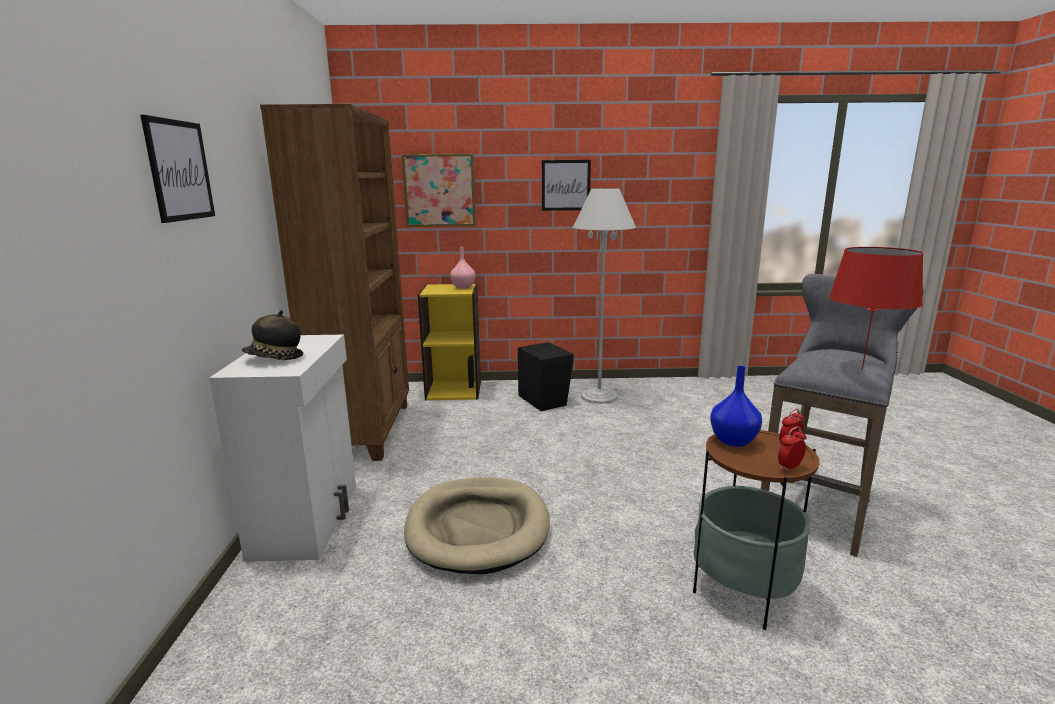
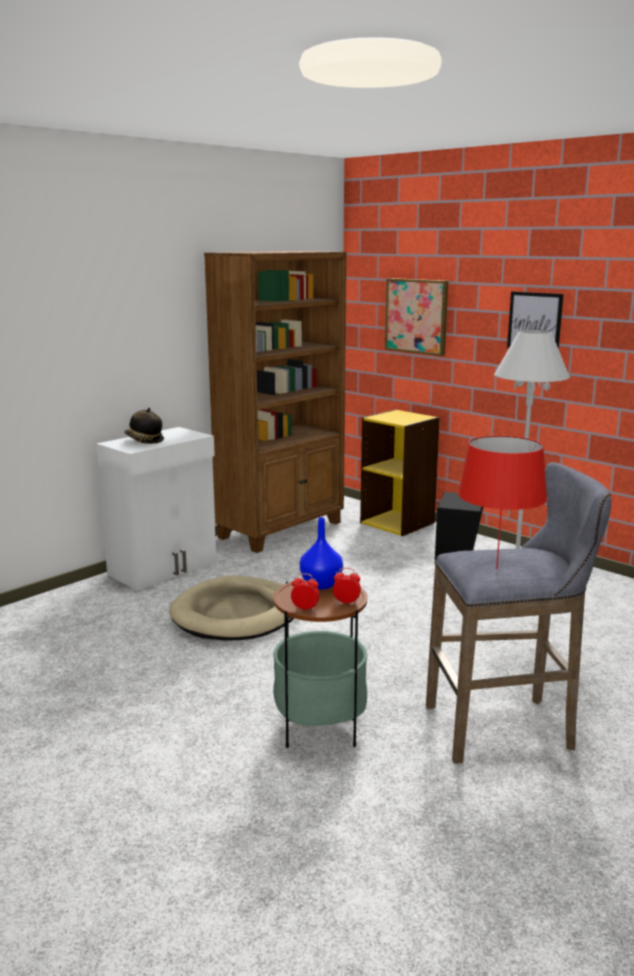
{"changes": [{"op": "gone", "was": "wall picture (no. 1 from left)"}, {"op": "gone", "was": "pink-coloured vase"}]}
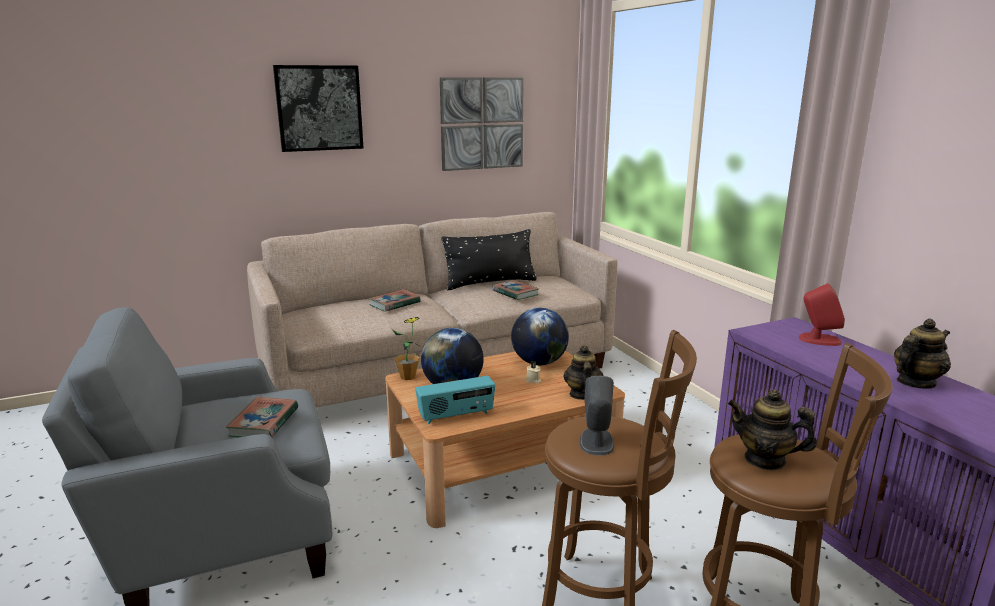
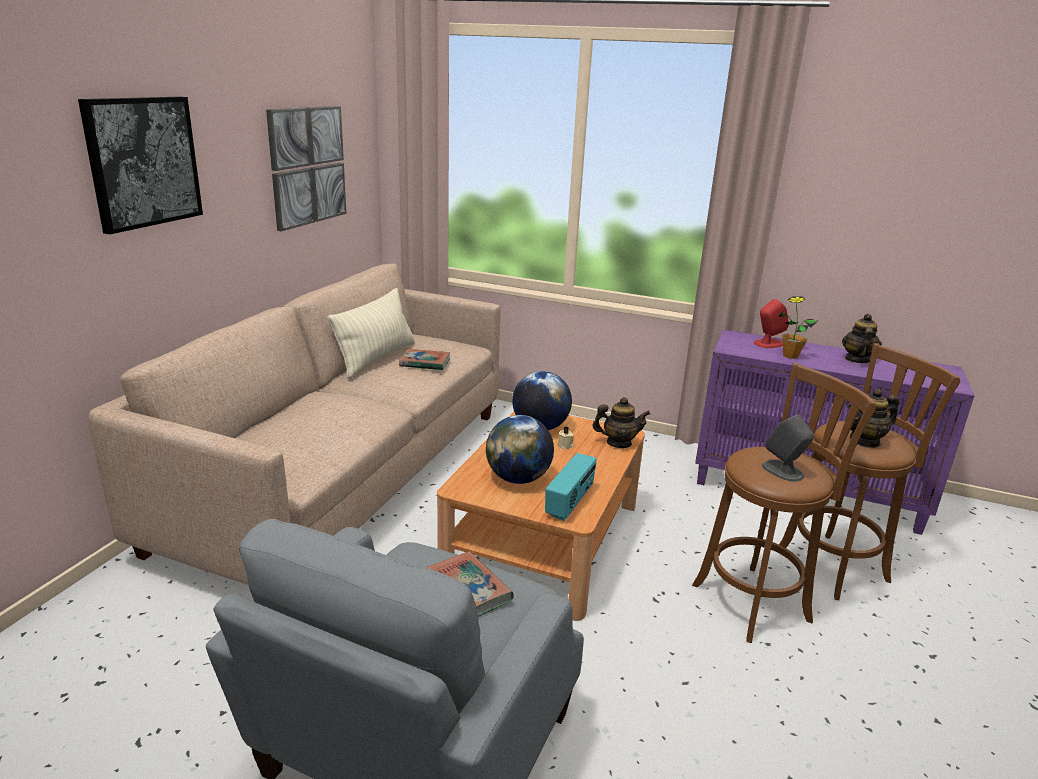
{"changes": [{"op": "repainted", "was": "black cushion", "now": "sand-coloured cushion"}, {"op": "gone", "was": "volume (no. 2 from left)"}, {"op": "shifted", "was": "potted plant"}, {"op": "rotated", "was": "tea pot (no. 1 from left)", "clockwise": 135}]}
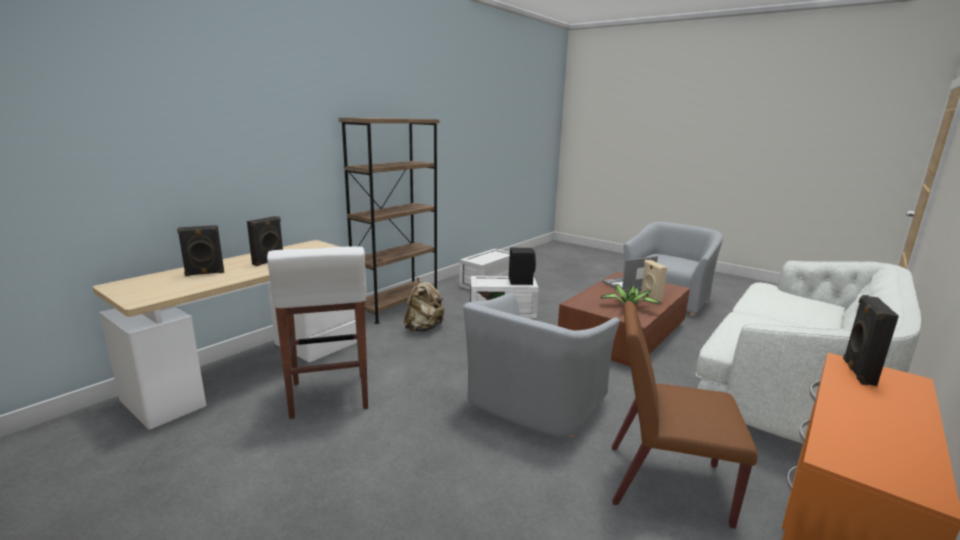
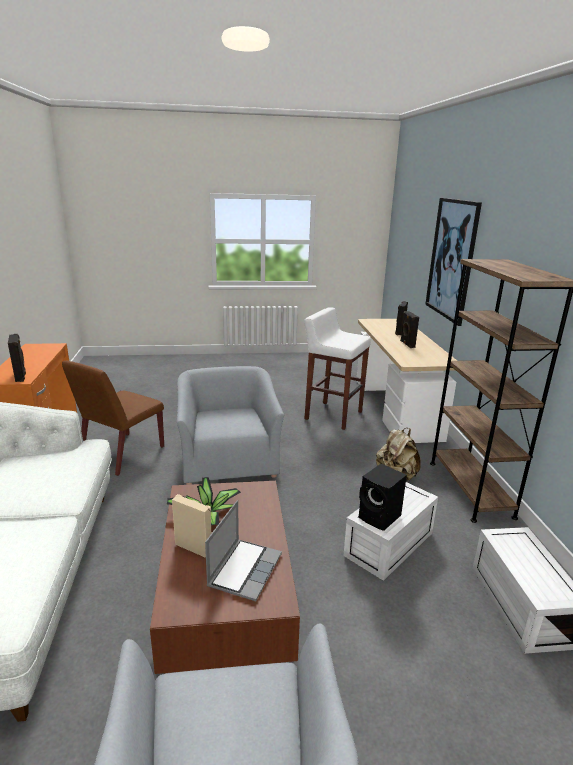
{"changes": [{"op": "rotated", "was": "brownish plain chair", "clockwise": 150}, {"op": "new", "now": "wall picture"}]}
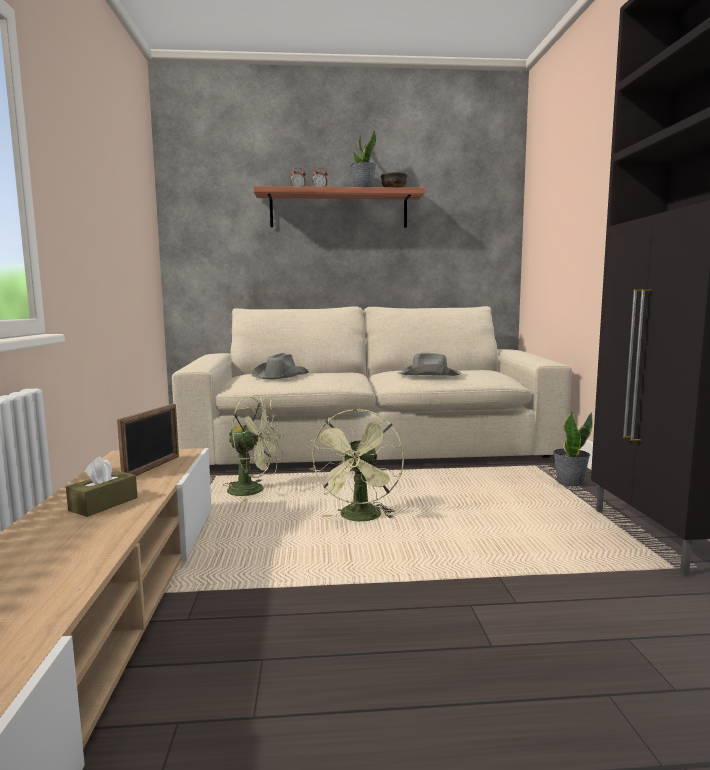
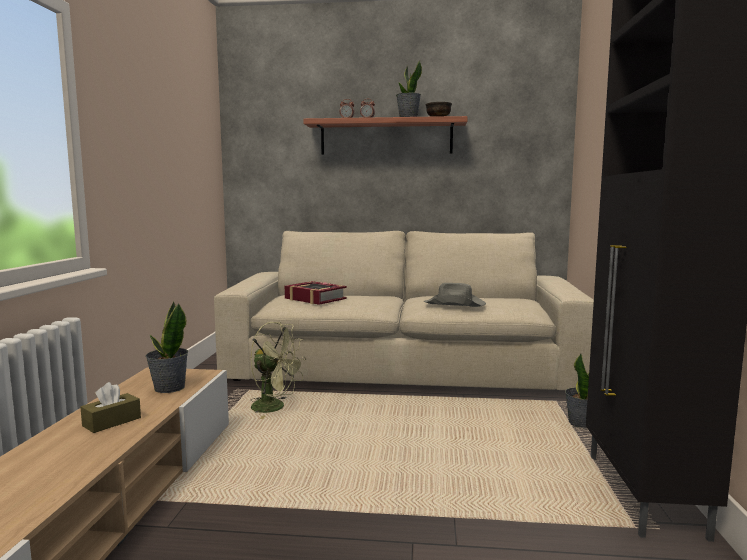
{"changes": [{"op": "swapped", "was": "greyish hat (no. 1 from left)", "now": "volume"}, {"op": "swapped", "was": "picture frame", "now": "potted plant (no. 1 from left)"}, {"op": "gone", "was": "green-coloured fan (no. 2 from left)"}]}
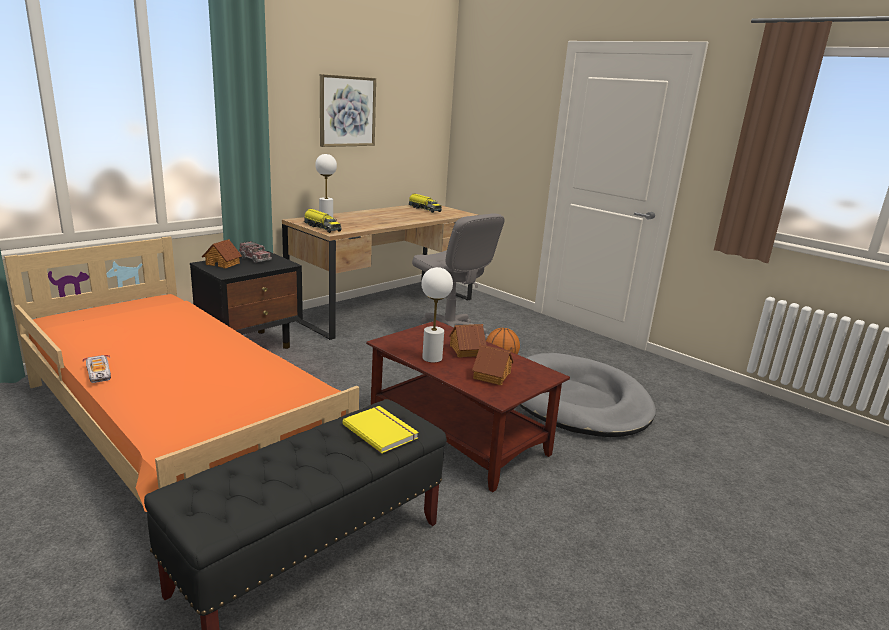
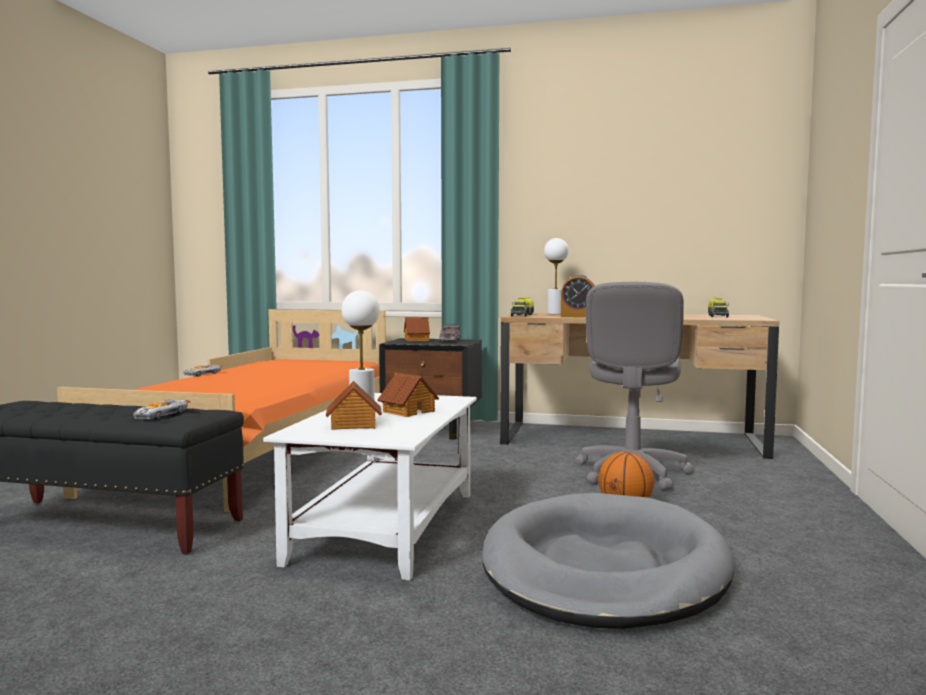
{"changes": [{"op": "gone", "was": "wall picture"}, {"op": "repainted", "was": "brownish lounge table", "now": "white-coloured lounge table"}, {"op": "swapped", "was": "yellowish volume", "now": "toy car (no. 1 from left)"}, {"op": "new", "now": "alarm clock"}]}
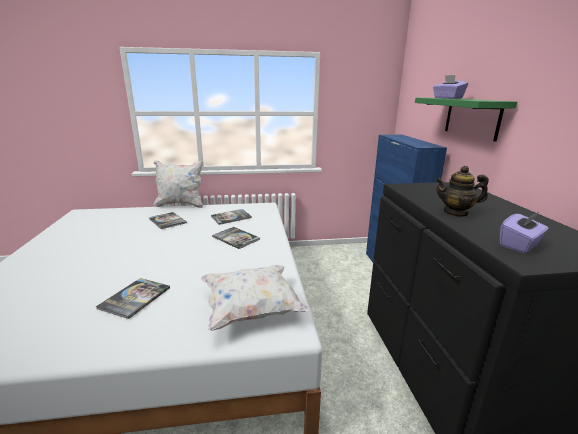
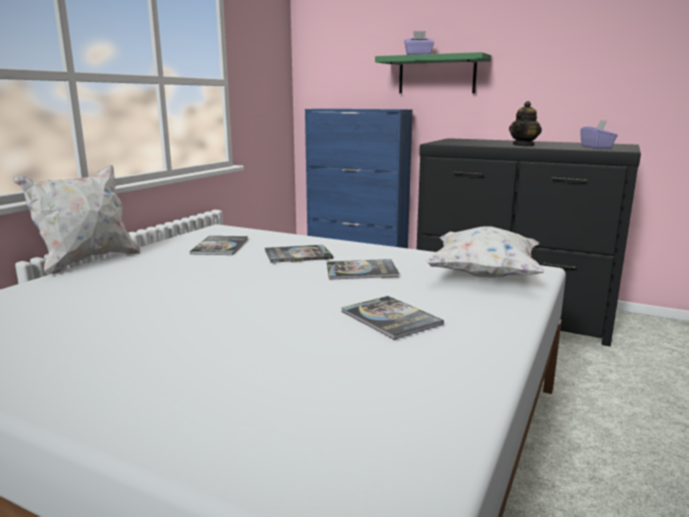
{"changes": [{"op": "shifted", "was": "volume (no. 2 from left in the first image)", "now": "volume (no. 3 from left)"}]}
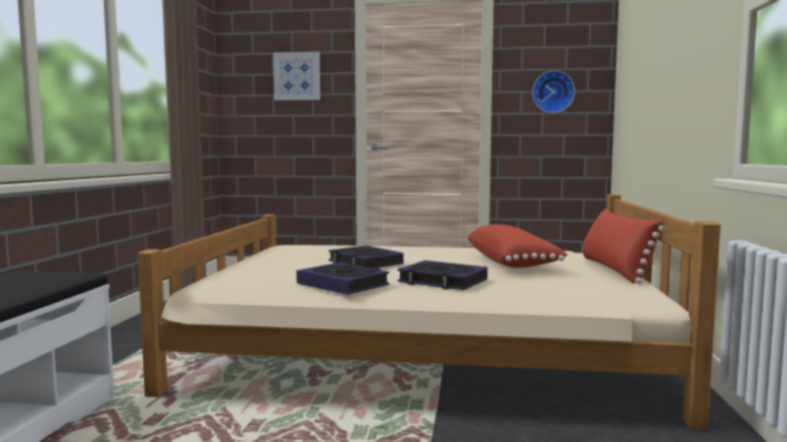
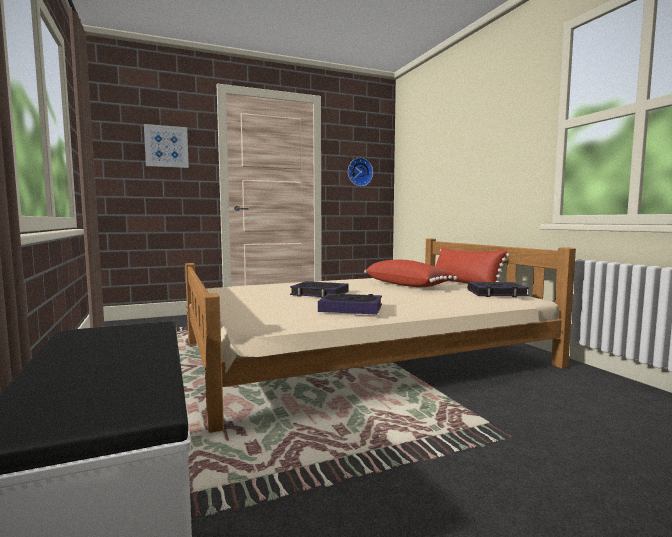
{"changes": [{"op": "shifted", "was": "volume (no. 3 from left)"}]}
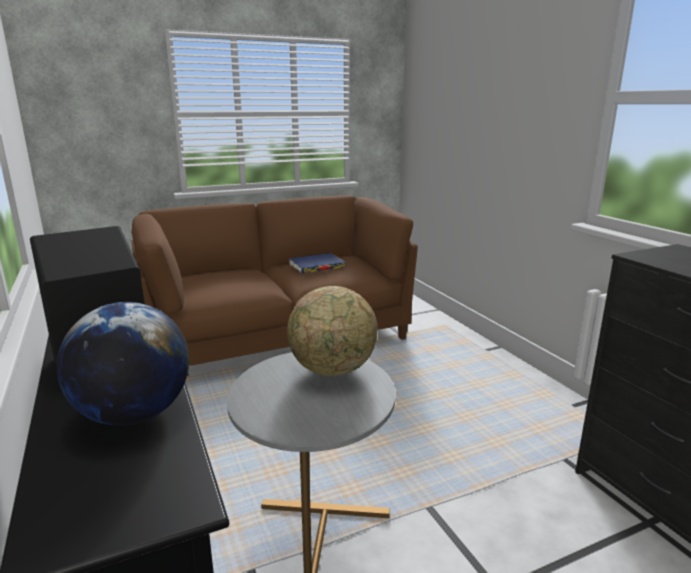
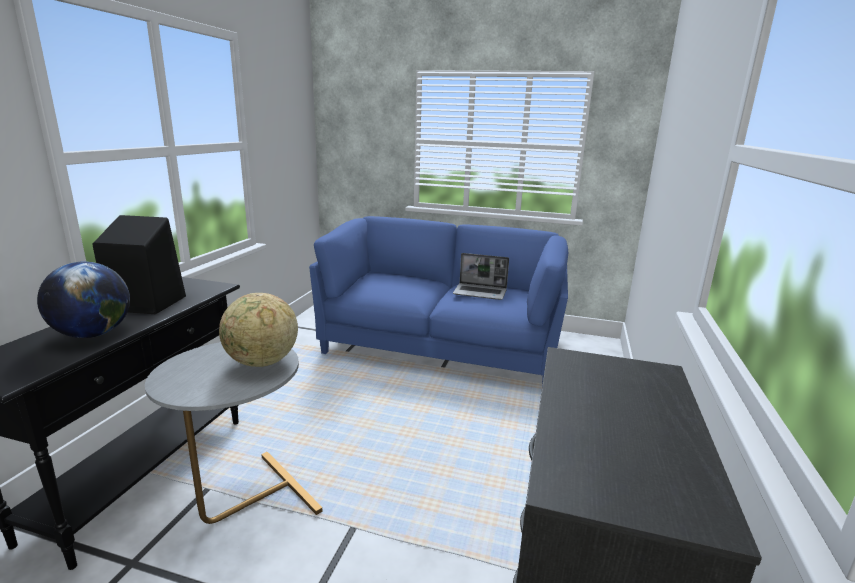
{"changes": [{"op": "repainted", "was": "brownish couch", "now": "blue couch"}, {"op": "swapped", "was": "blue volume", "now": "portable computer"}]}
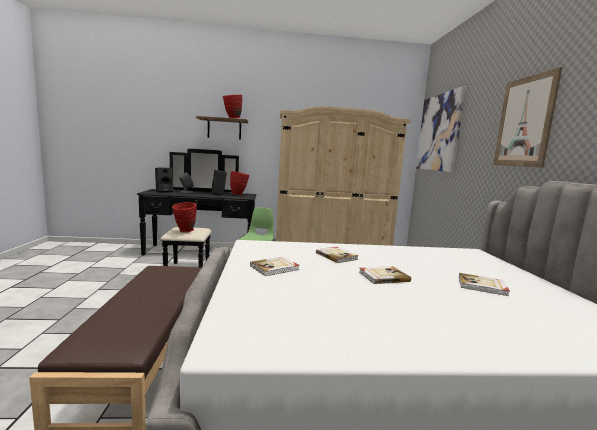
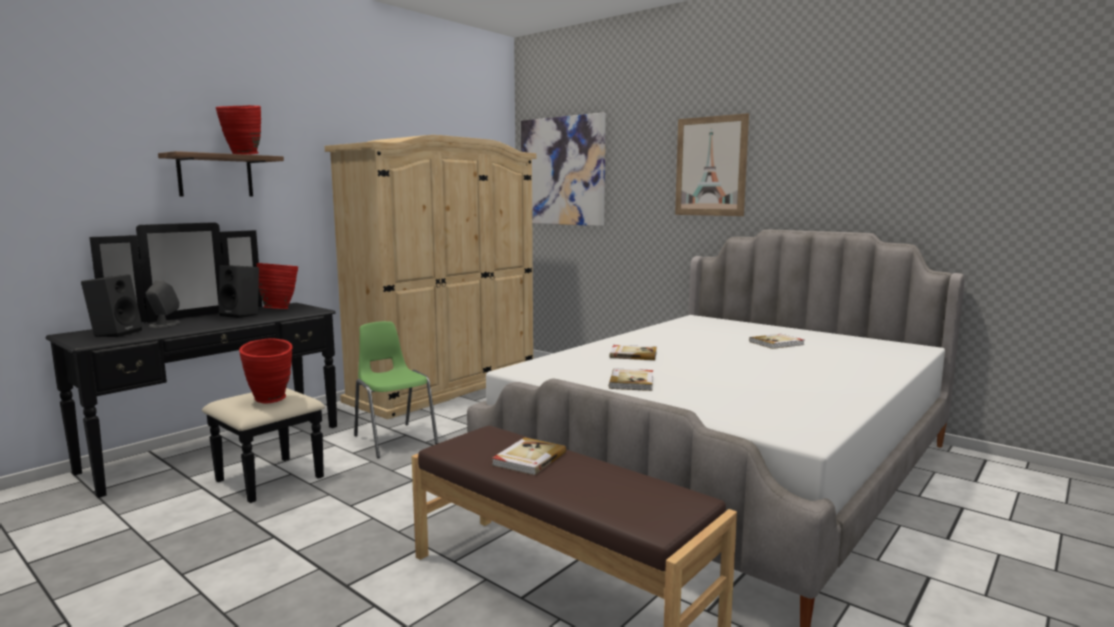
{"changes": [{"op": "shifted", "was": "volume (no. 3 from left in the first image)", "now": "volume (no. 1 from left)"}]}
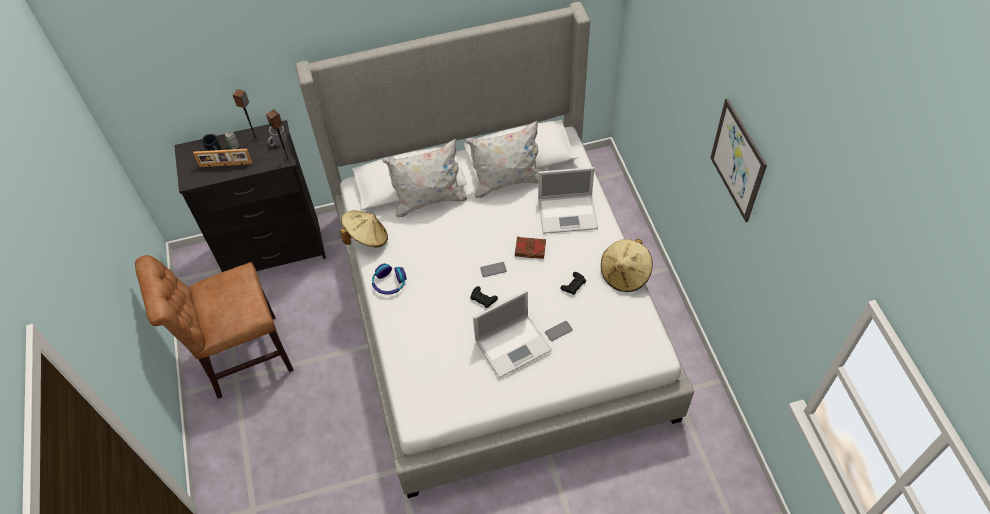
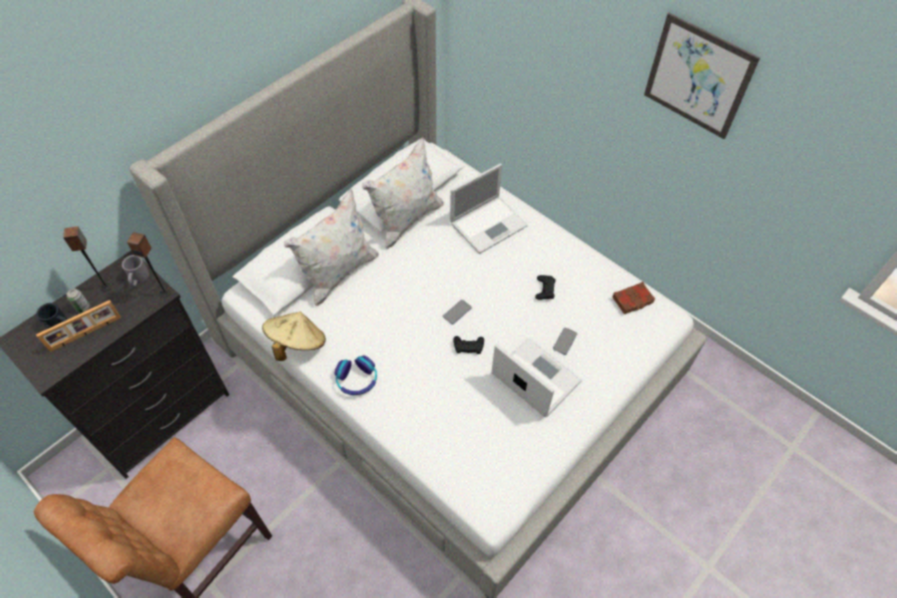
{"changes": [{"op": "shifted", "was": "brownish volume"}, {"op": "gone", "was": "sand-coloured hat (no. 2 from left)"}, {"op": "rotated", "was": "portable computer (no. 1 from left in the first image)", "clockwise": -75}]}
